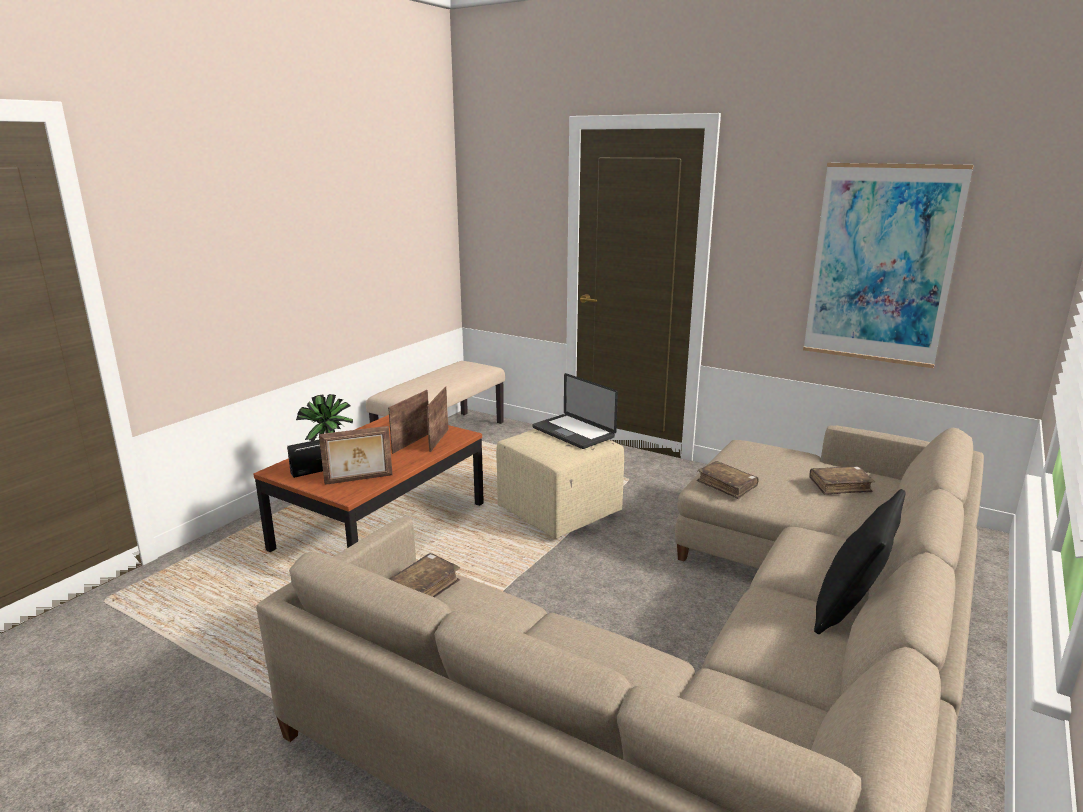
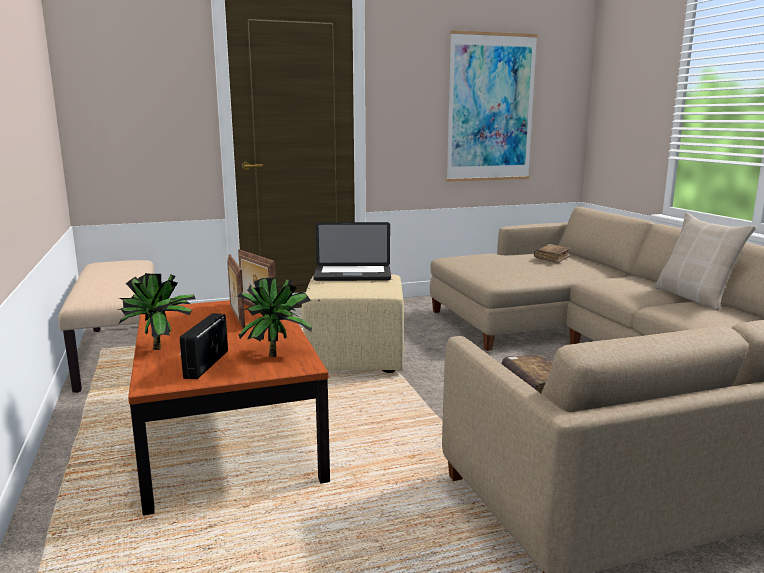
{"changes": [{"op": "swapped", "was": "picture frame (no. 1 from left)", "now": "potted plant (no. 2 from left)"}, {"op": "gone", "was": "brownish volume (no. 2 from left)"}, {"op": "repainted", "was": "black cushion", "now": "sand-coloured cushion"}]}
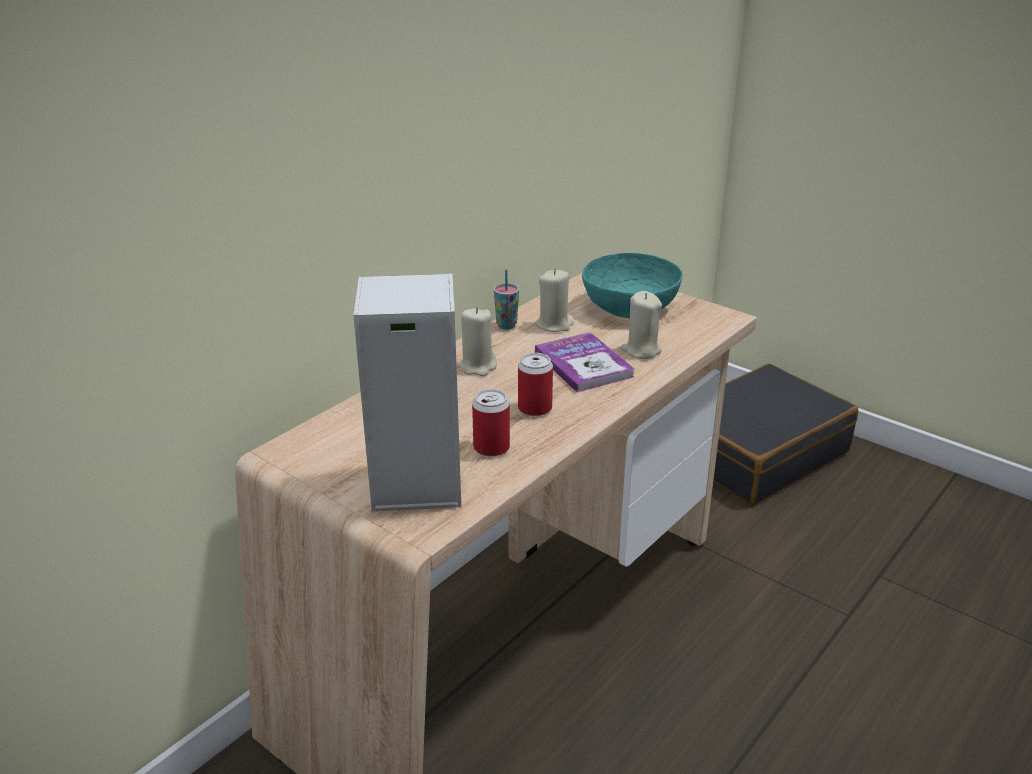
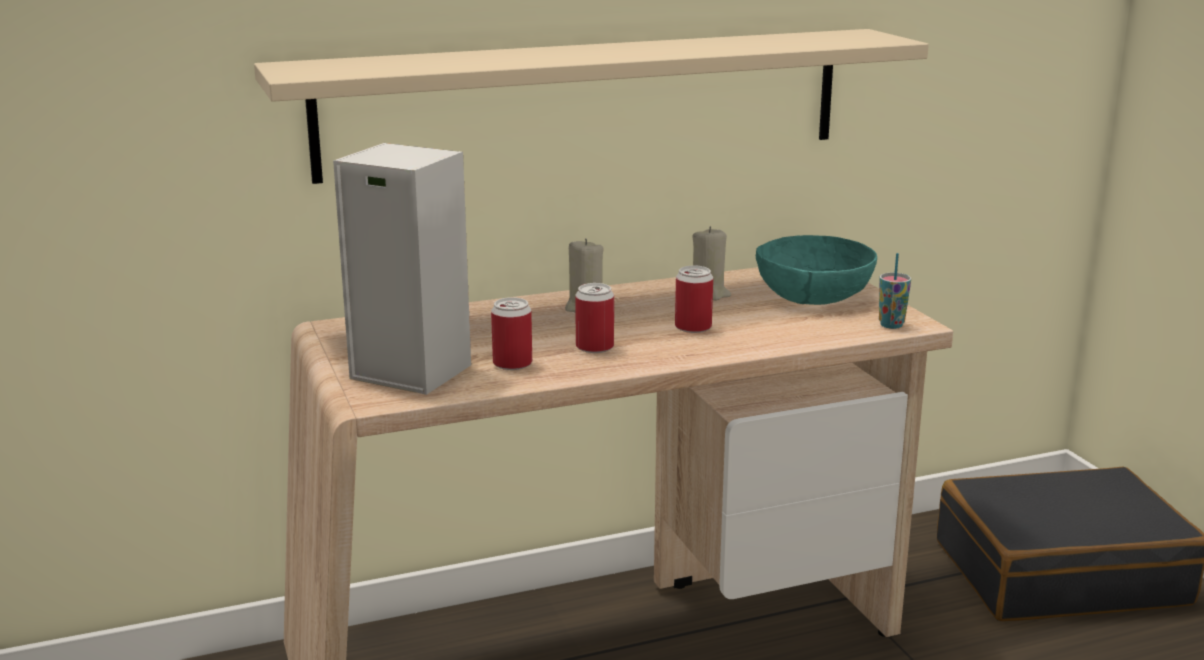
{"changes": [{"op": "shifted", "was": "small cup"}, {"op": "gone", "was": "sand-coloured wax candle (no. 3 from left)"}, {"op": "swapped", "was": "volume", "now": "sealed can (no. 3 from left)"}, {"op": "new", "now": "sand-coloured shelf"}]}
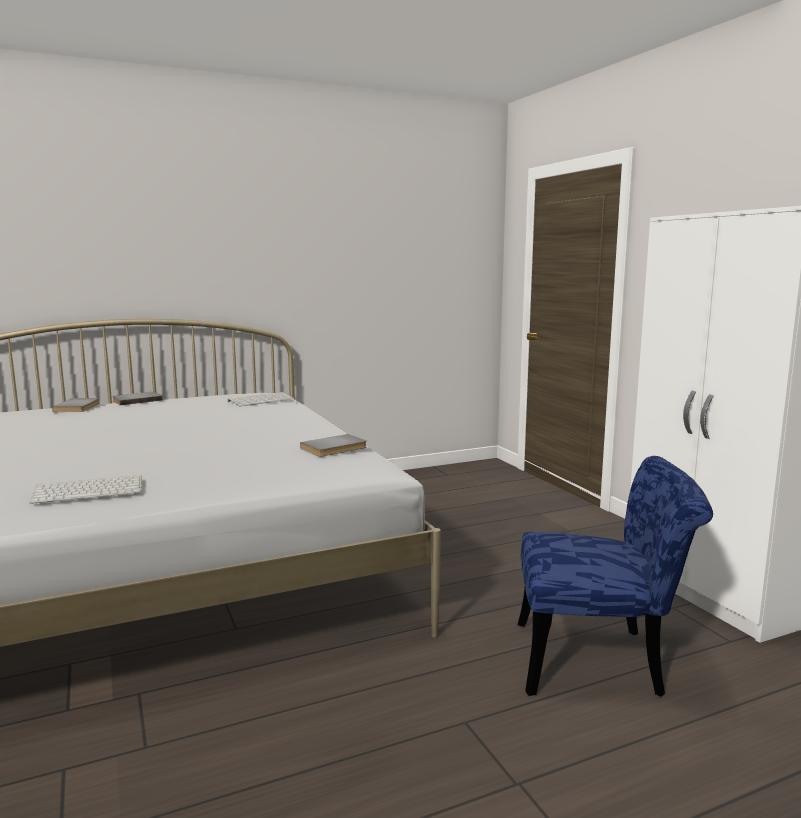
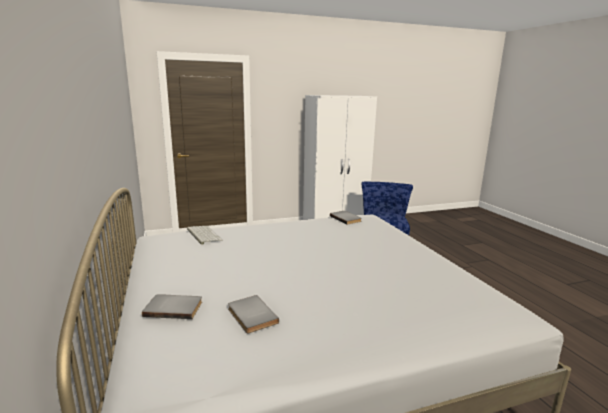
{"changes": [{"op": "shifted", "was": "greyish volume (no. 2 from left)"}, {"op": "gone", "was": "PC keyboard (no. 1 from left)"}]}
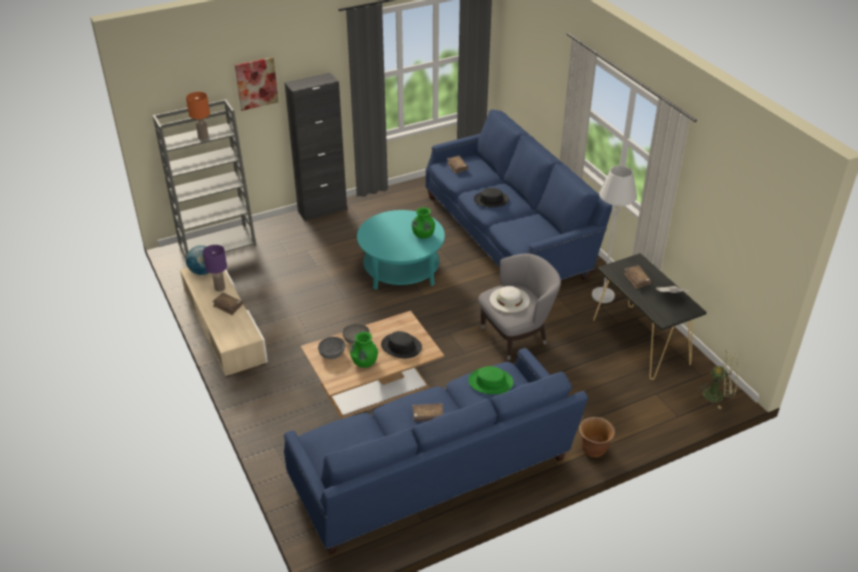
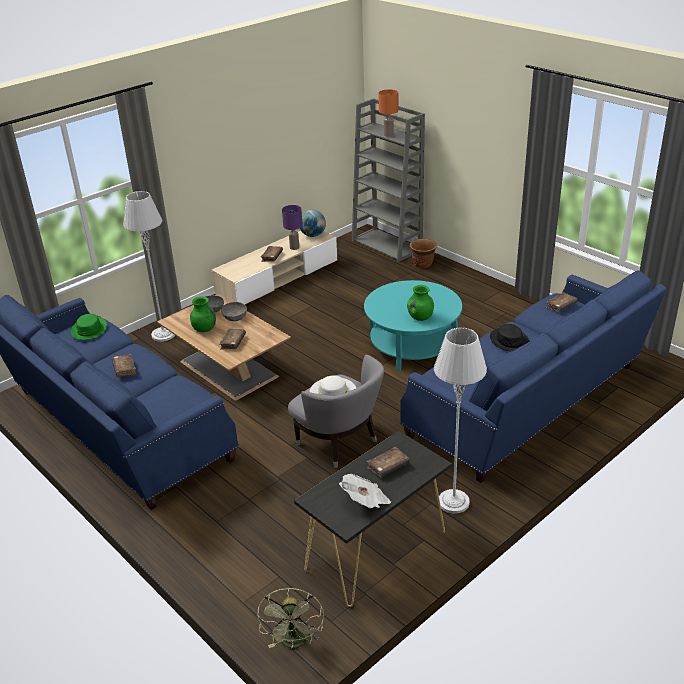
{"changes": [{"op": "gone", "was": "wall picture"}, {"op": "gone", "was": "black storage cabinet"}, {"op": "swapped", "was": "black hat (no. 1 from left)", "now": "brownish volume (no. 2 from left)"}, {"op": "shifted", "was": "green-coloured hat"}, {"op": "shifted", "was": "brownish plant pot"}, {"op": "new", "now": "greyish floor lamp (no. 1 from left)"}]}
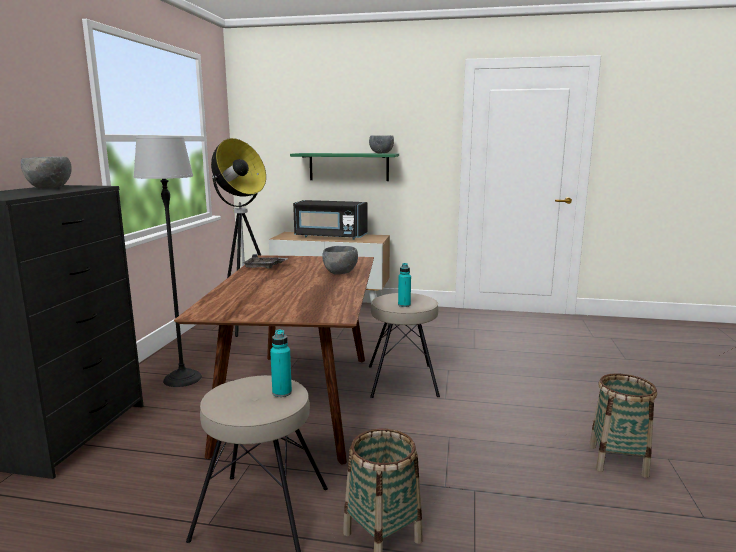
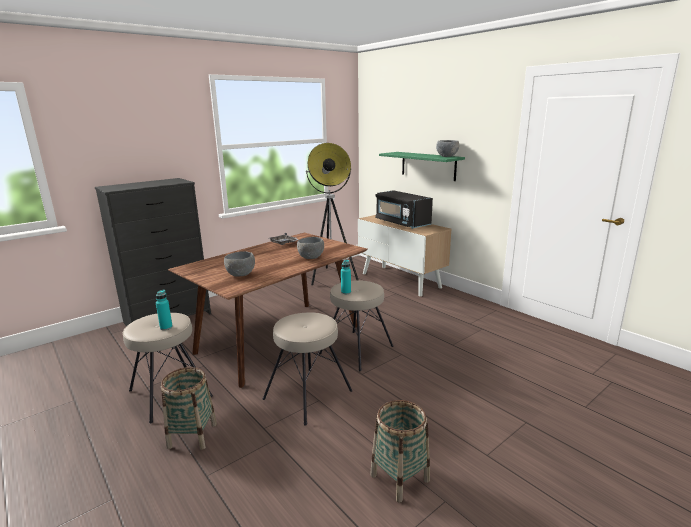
{"changes": [{"op": "gone", "was": "floor lamp (no. 1 from left)"}, {"op": "shifted", "was": "greyish serving bowl (no. 1 from left)"}, {"op": "new", "now": "sand-coloured sitting stool (no. 2 from left)"}]}
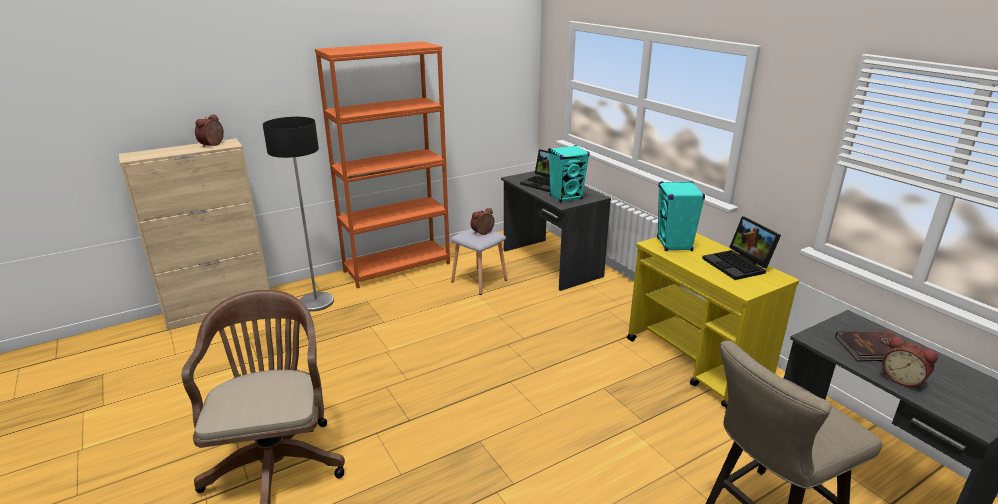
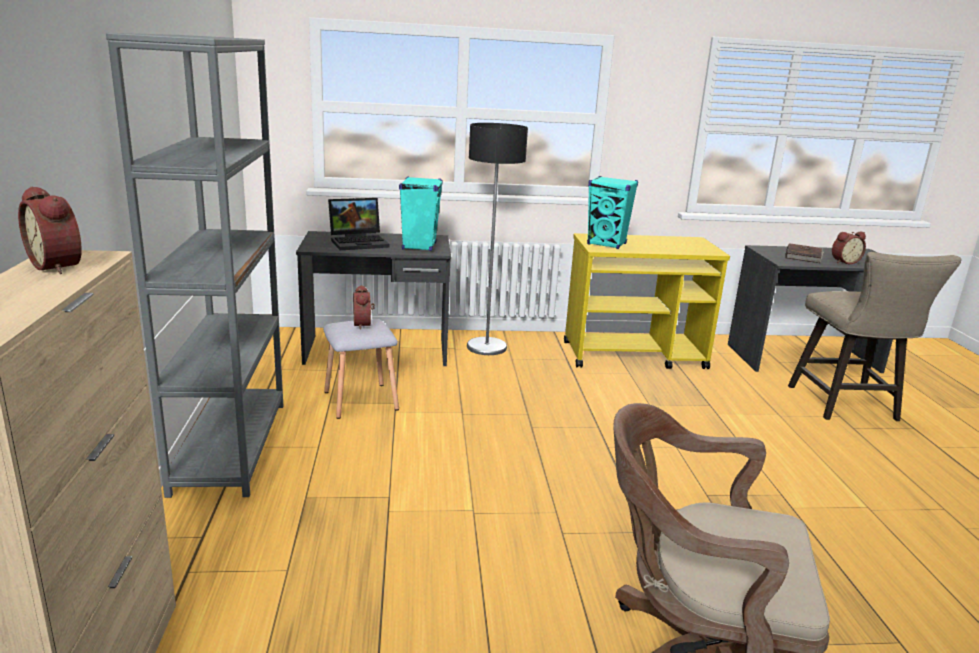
{"changes": [{"op": "repainted", "was": "orange-coloured bookcase", "now": "greyish bookcase"}, {"op": "shifted", "was": "floor lamp"}, {"op": "gone", "was": "portable computer (no. 2 from left)"}]}
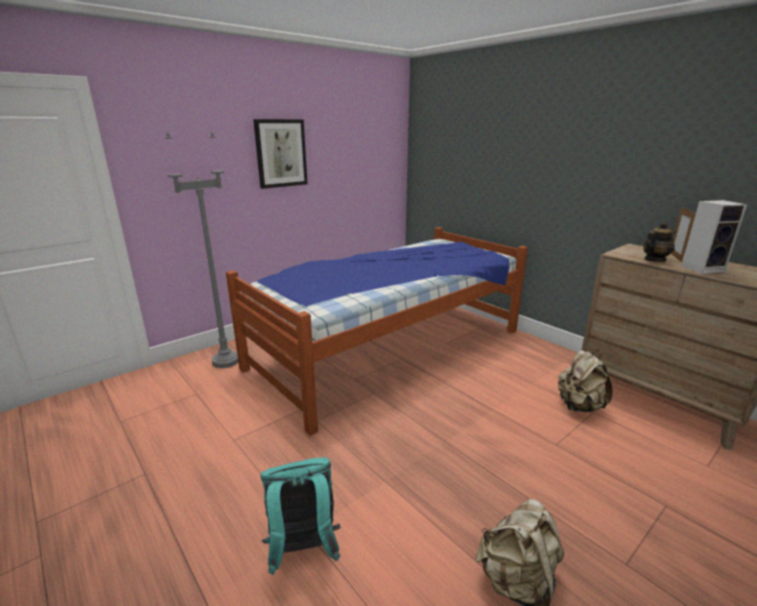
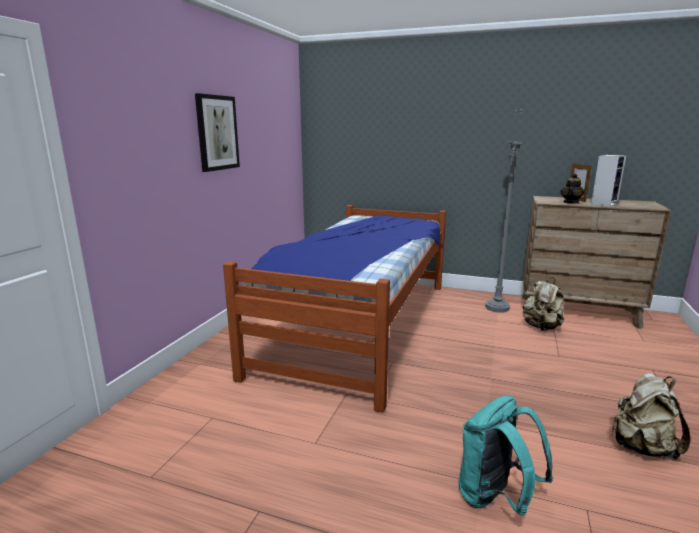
{"changes": [{"op": "shifted", "was": "greyish floor lamp"}]}
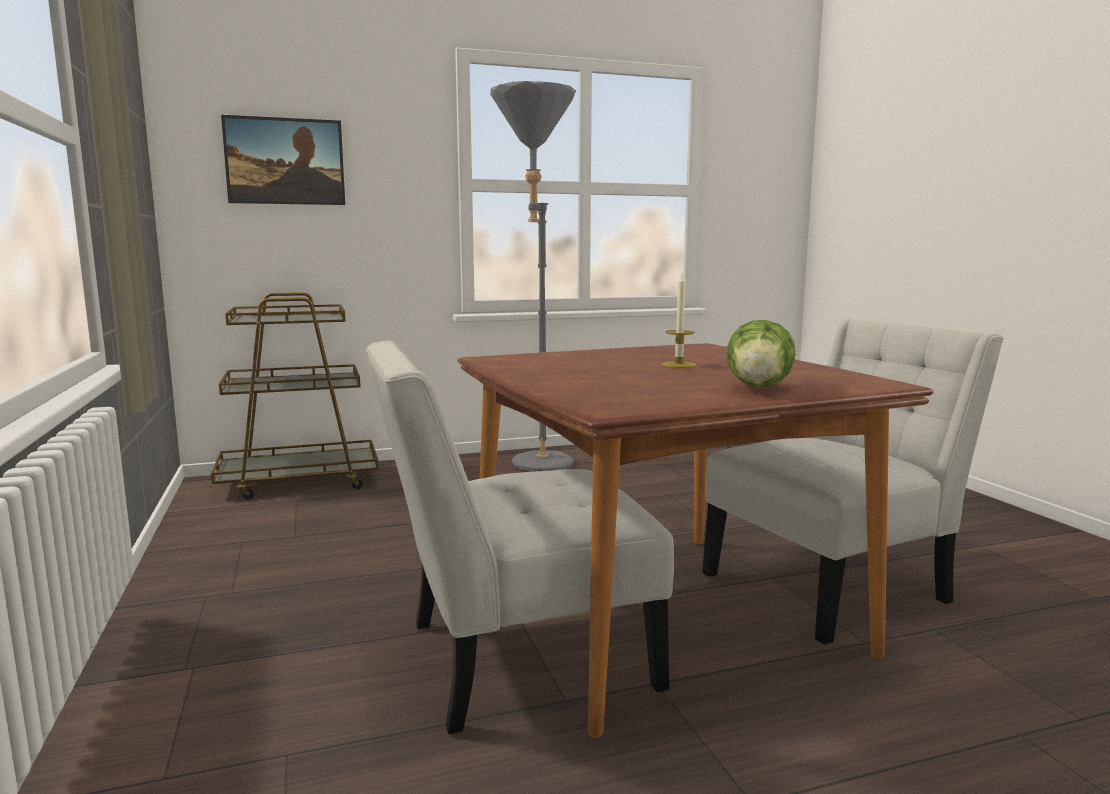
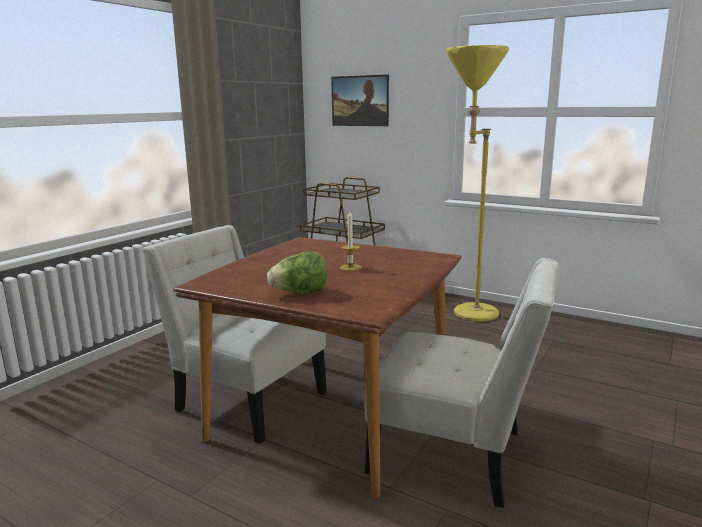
{"changes": [{"op": "repainted", "was": "greyish floor lamp", "now": "yellowish floor lamp"}]}
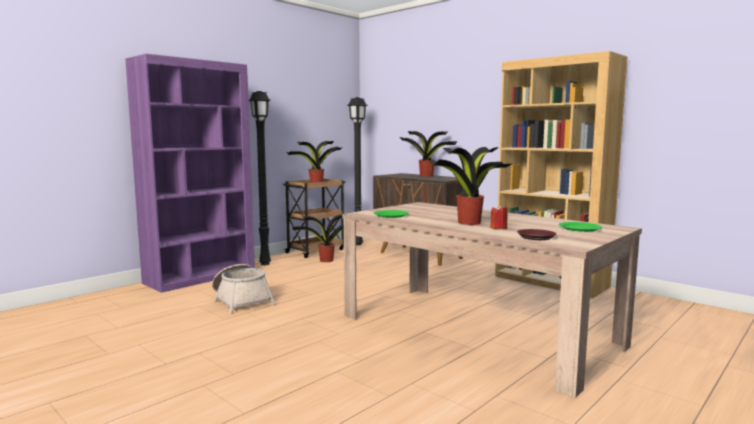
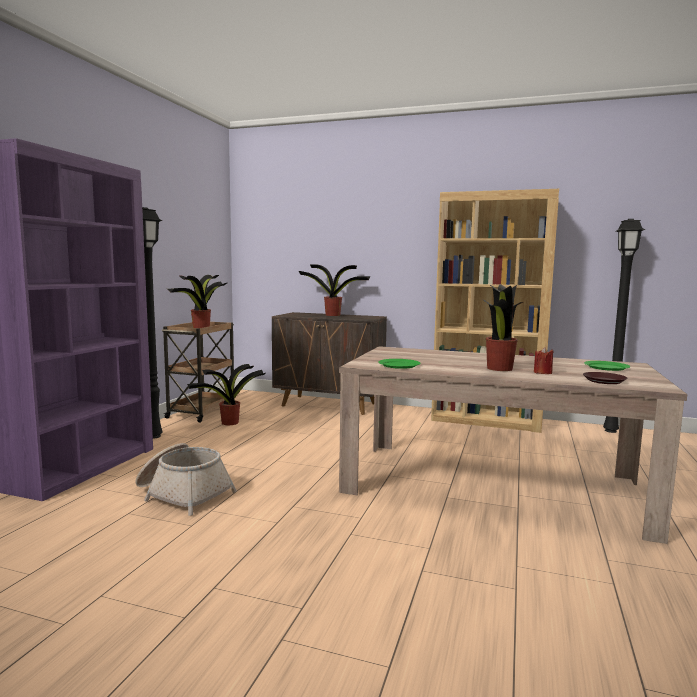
{"changes": [{"op": "shifted", "was": "black floor lamp (no. 2 from left)"}]}
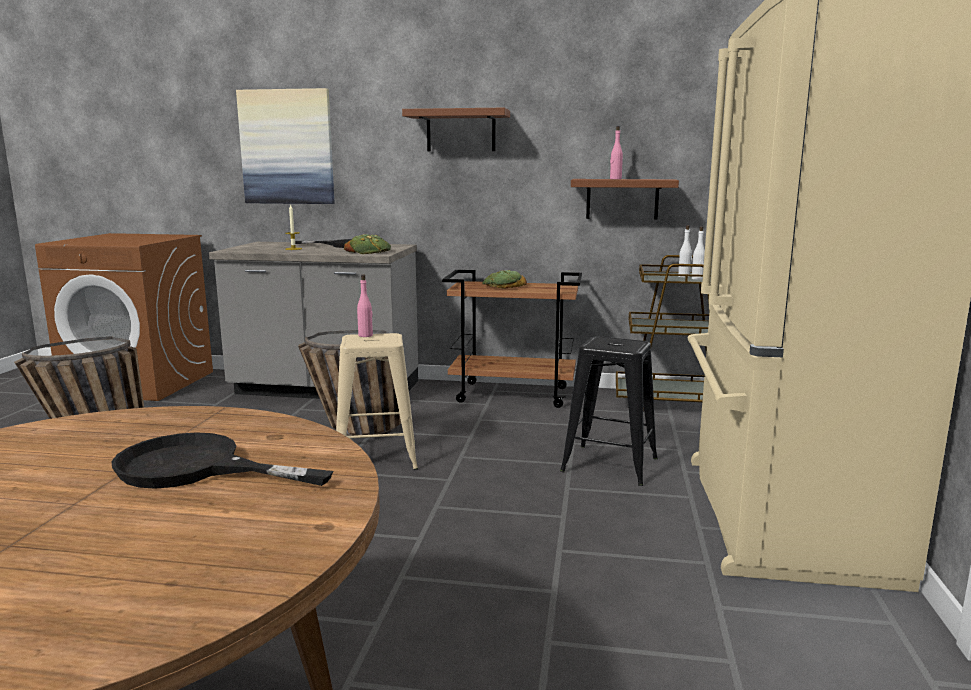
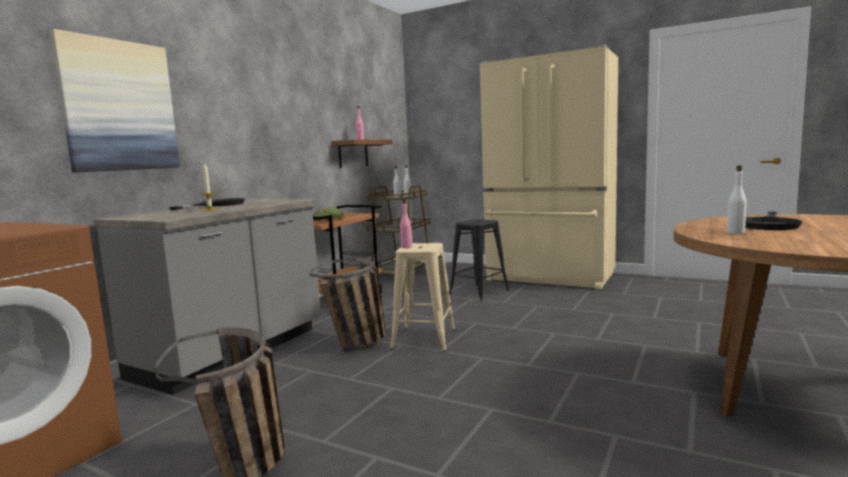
{"changes": [{"op": "gone", "was": "brownish shelf (no. 1 from left)"}, {"op": "gone", "was": "baked bread (no. 1 from left)"}, {"op": "new", "now": "white-coloured beverage bottle (no. 3 from left)"}]}
